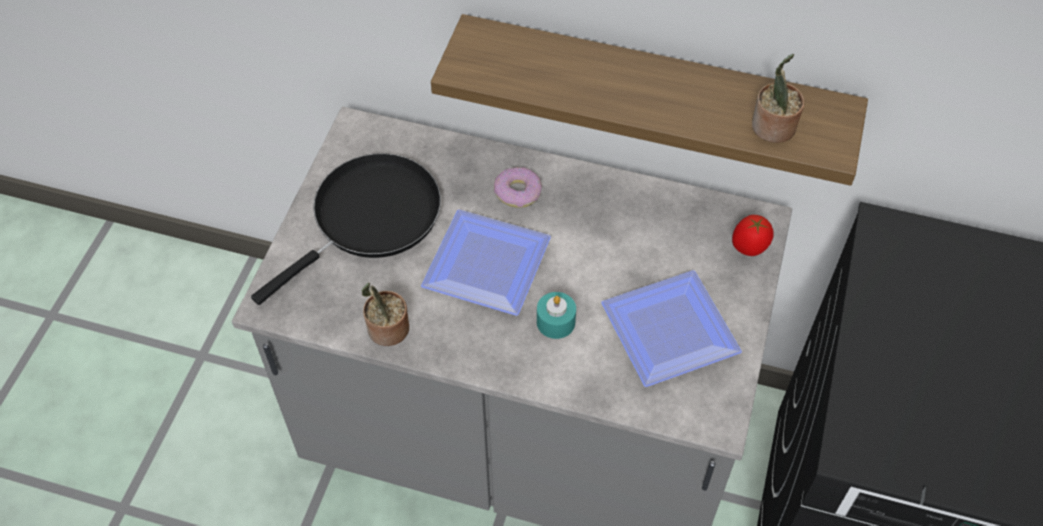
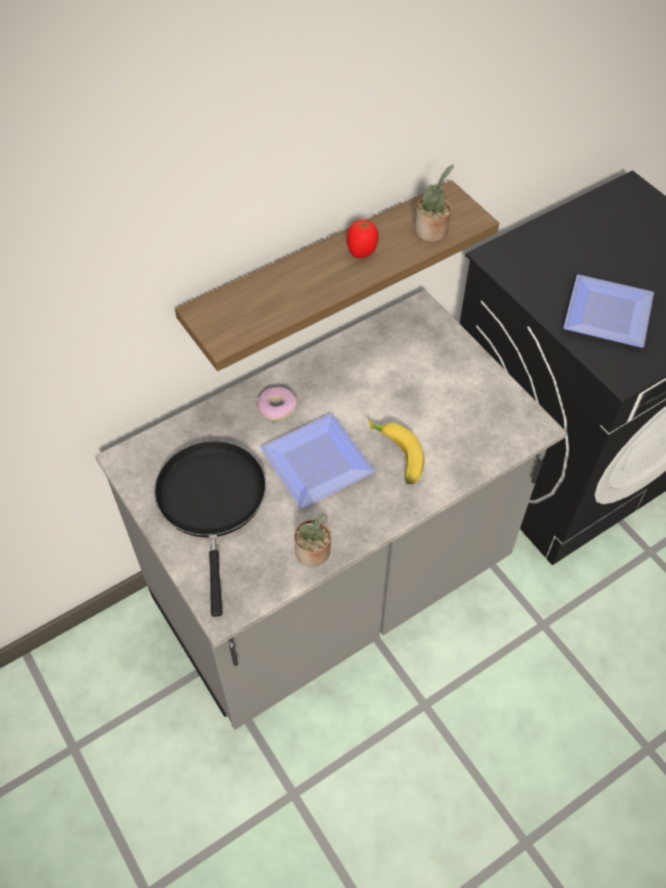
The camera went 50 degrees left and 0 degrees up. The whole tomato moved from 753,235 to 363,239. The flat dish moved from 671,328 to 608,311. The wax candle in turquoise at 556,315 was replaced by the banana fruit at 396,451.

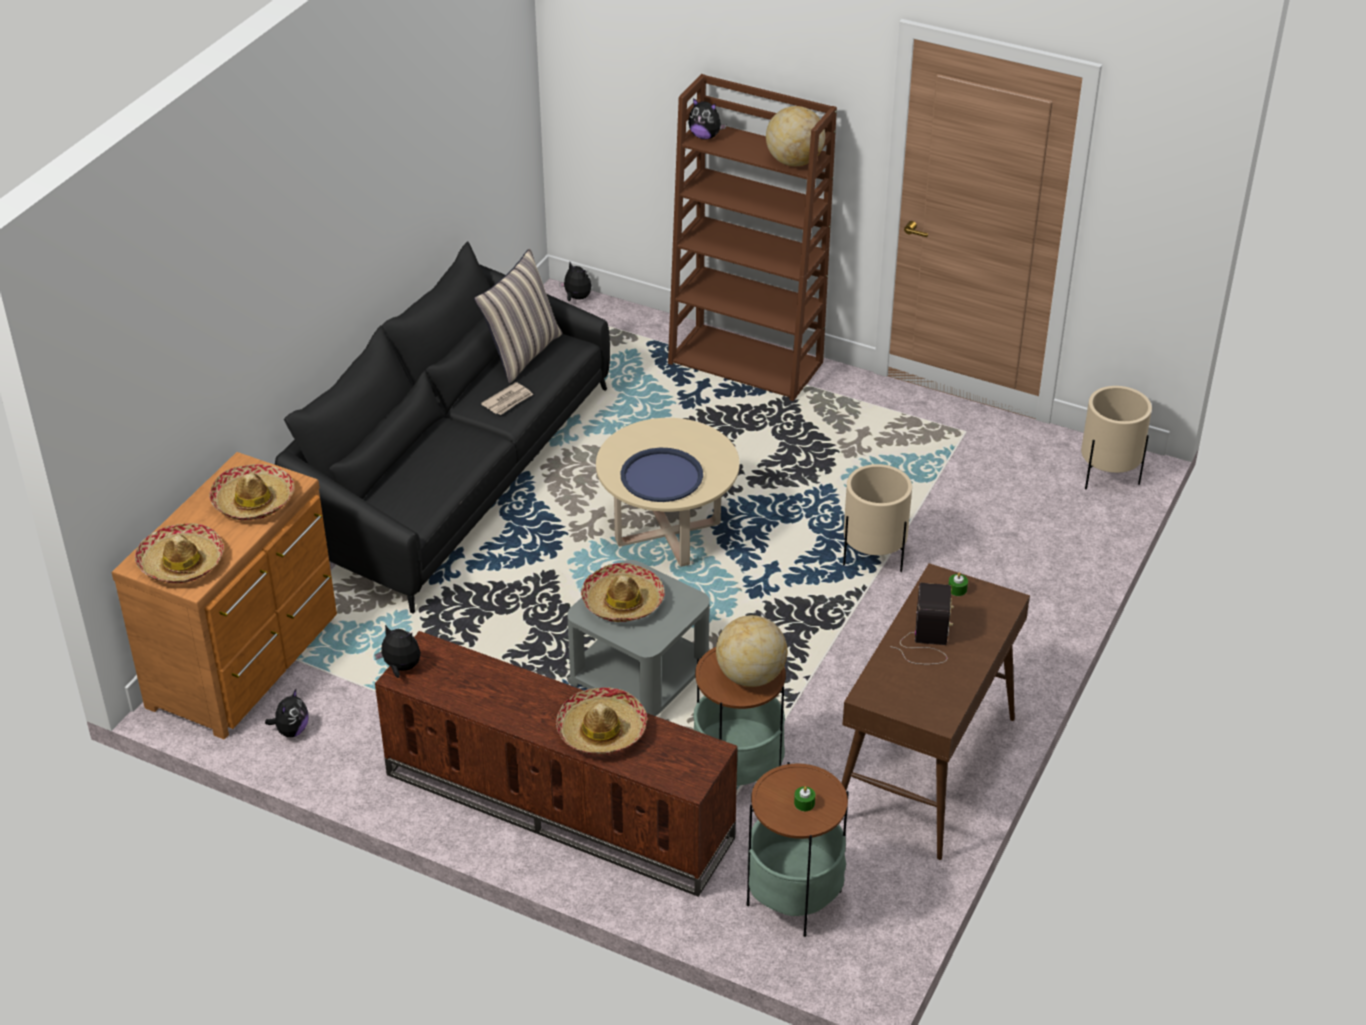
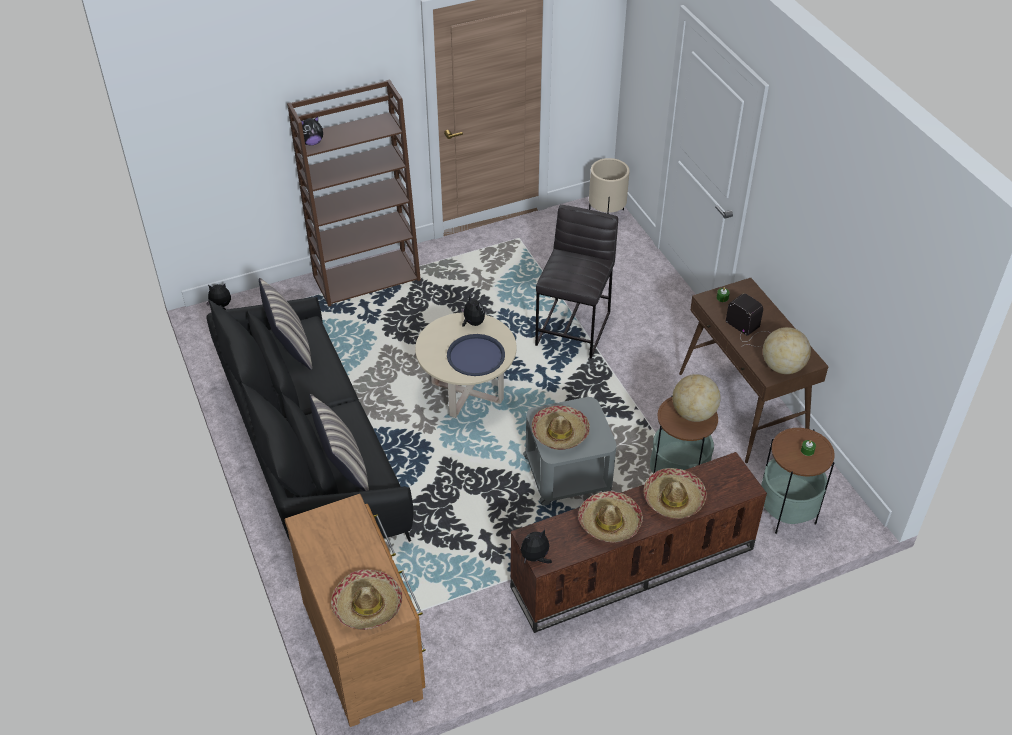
The camera went 50 degrees left and 5 degrees up. The desk globe moved from 795,136 to 787,350. The newspaper at 507,398 disappeared. The clothing hat moved from 251,492 to 610,516. The planter in sand-coloured at 877,518 was replaced by the sitting stool in greyish at 576,282. The cuddly toy moved from 286,713 to 473,311. The cushion at 339,442 appeared.

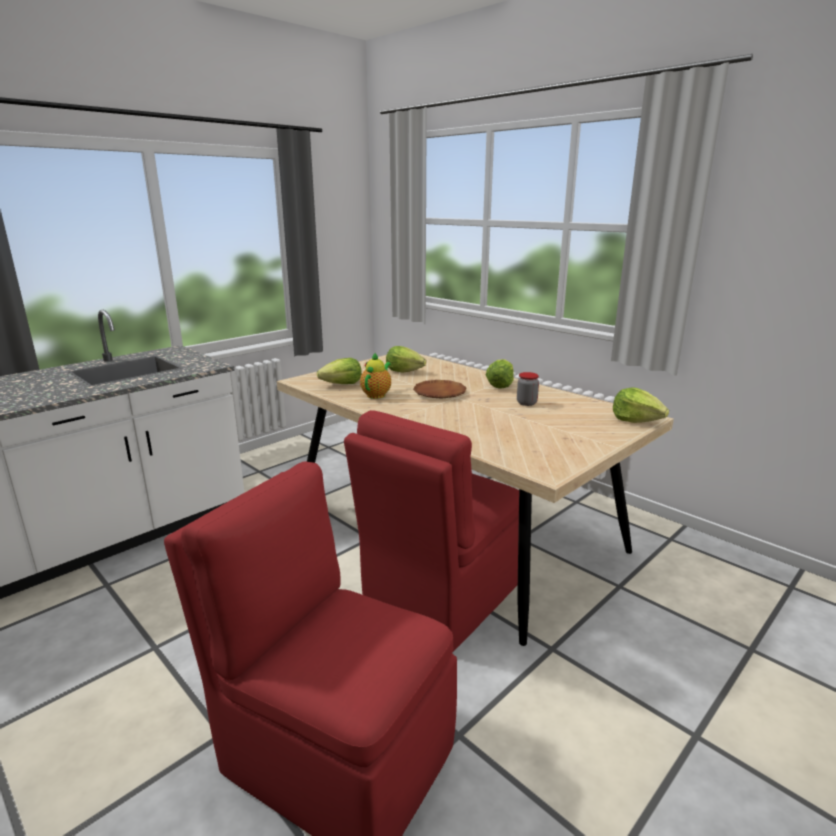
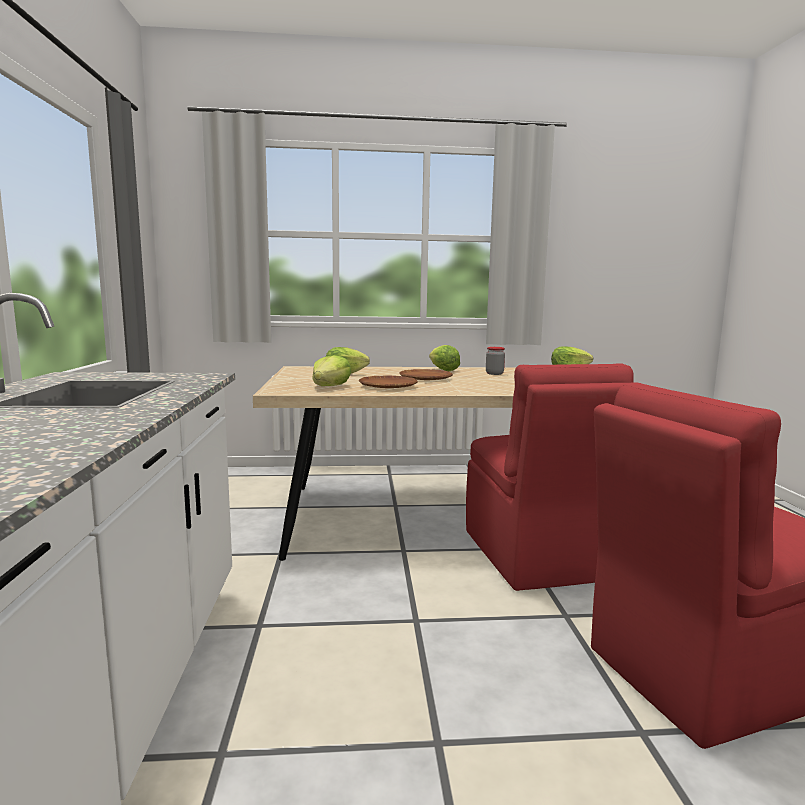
The camera went 50 degrees left and 10 degrees down. The teapot at 375,375 was replaced by the flat dish in brown at 388,381.

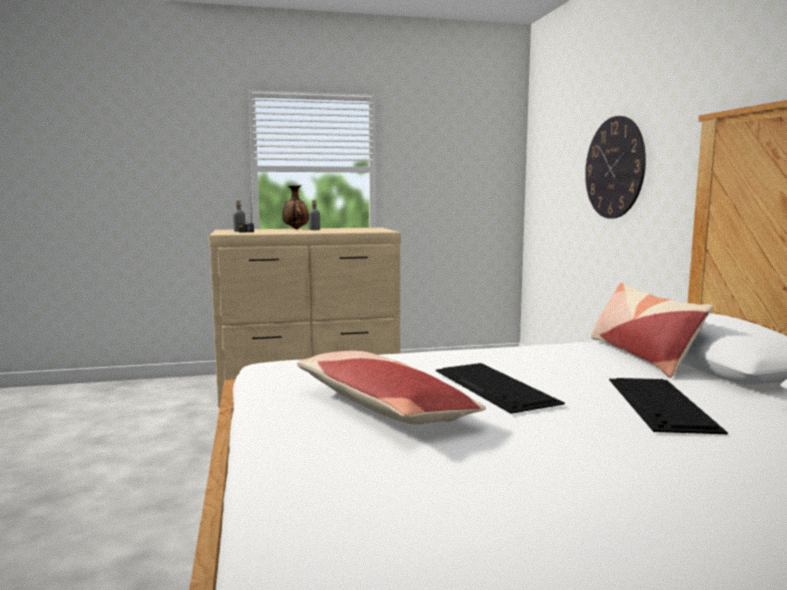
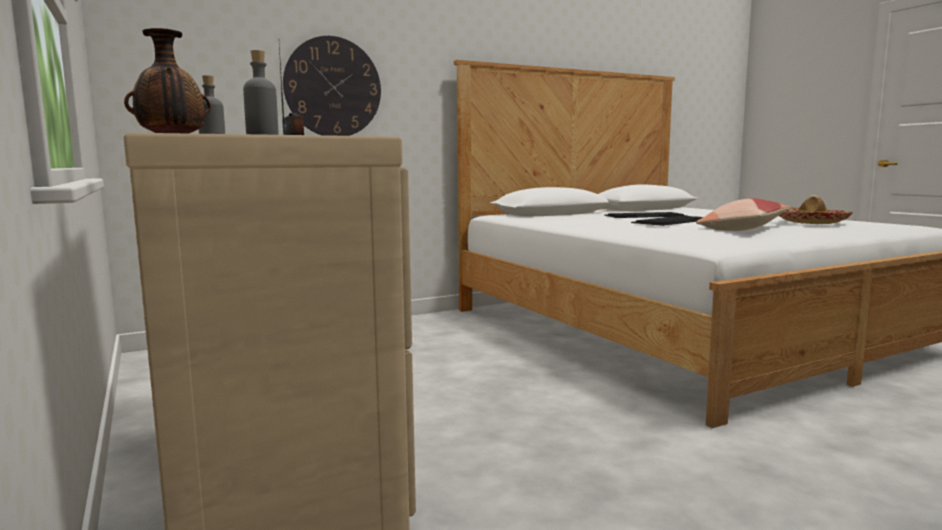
The camera went 105 degrees left and 0 degrees up. The cushion at 652,330 disappeared. The clothing hat at 816,209 appeared.

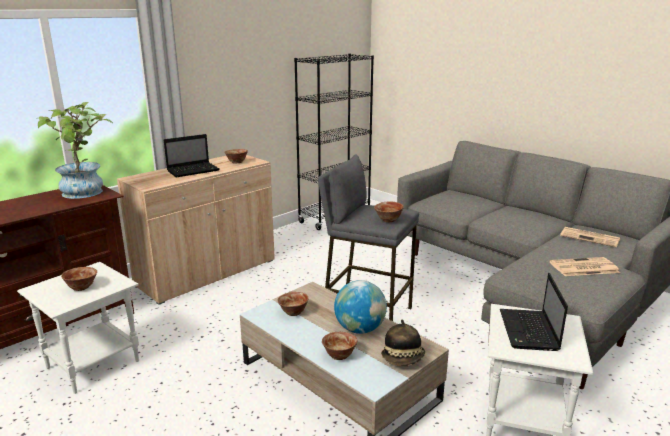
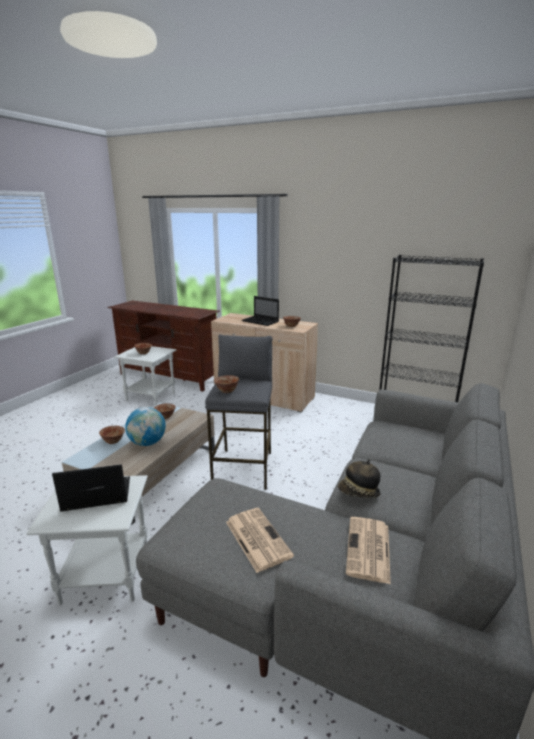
The camera went 70 degrees right and 0 degrees up. The houseplant at 75,150 disappeared. The clothing hat moved from 403,343 to 359,478.

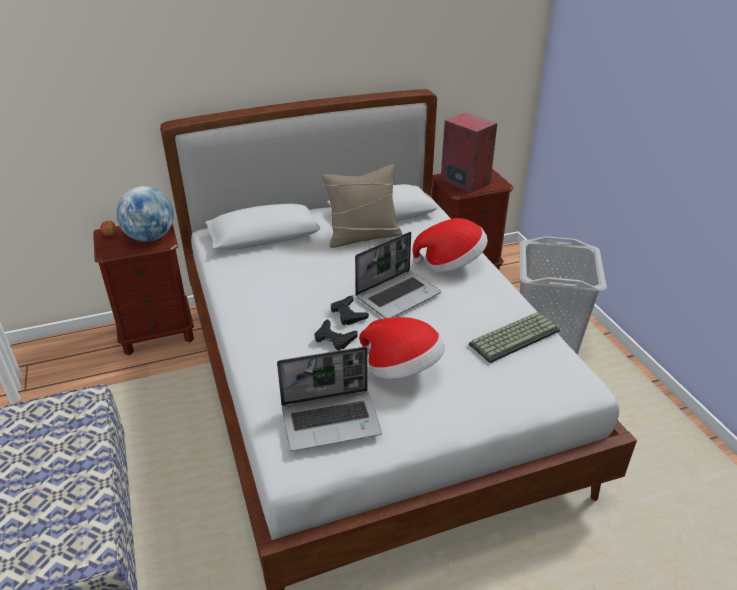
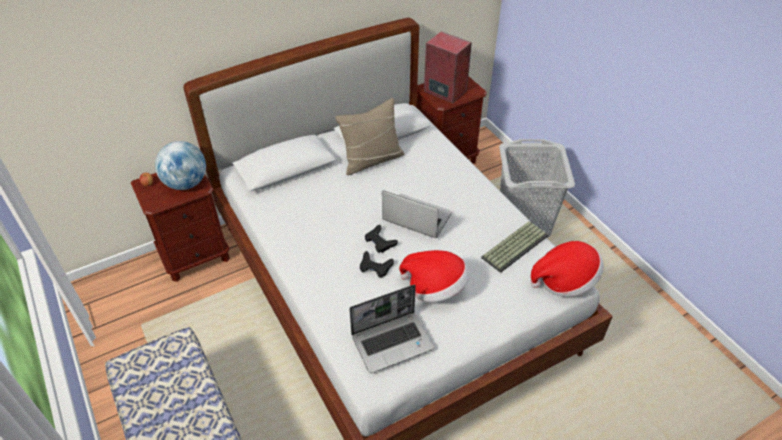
The camera went 10 degrees left and 10 degrees up. The clothing hat moved from 450,245 to 567,269. The notebook computer at 398,275 turned 105 degrees counterclockwise.

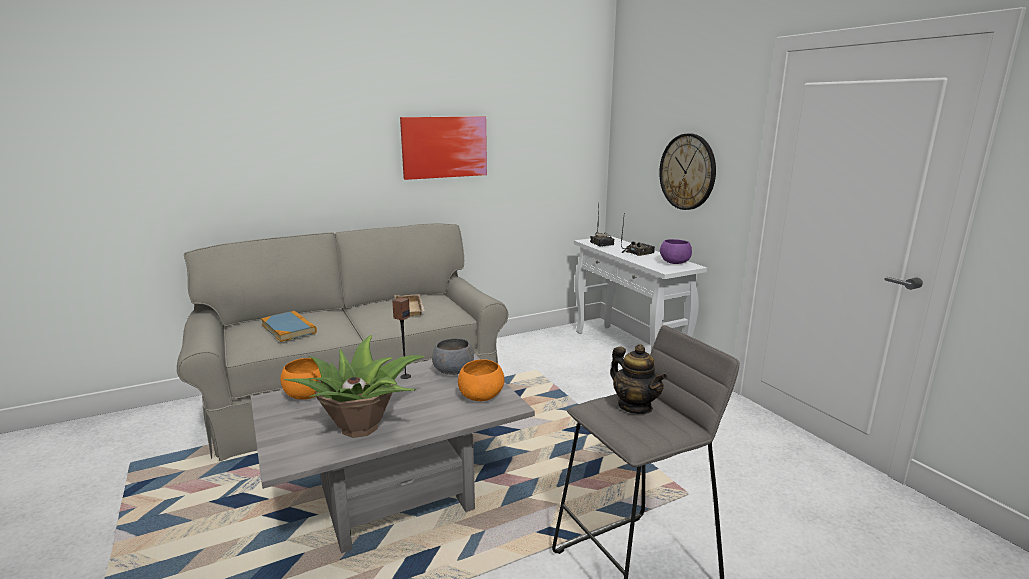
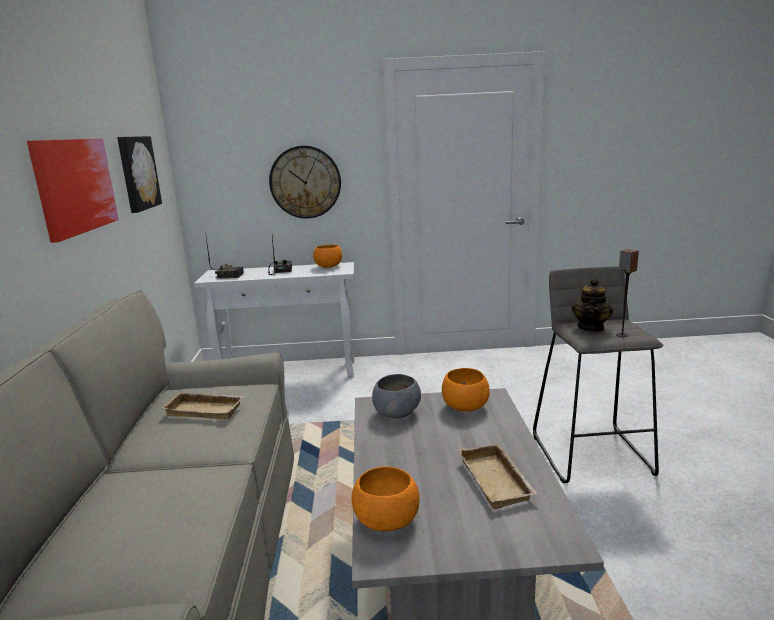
The camera went 65 degrees left and 0 degrees up. The deep dish in purplish at 676,251 became the deep dish in orange-coloured at 327,256. The speaker moved from 401,338 to 627,293. The bound book at 289,326 disappeared. The houseplant at 354,386 was replaced by the carrying tray in sand-coloured at 498,476. The teapot at 638,379 turned 120 degrees clockwise. The wall art at 139,174 appeared.

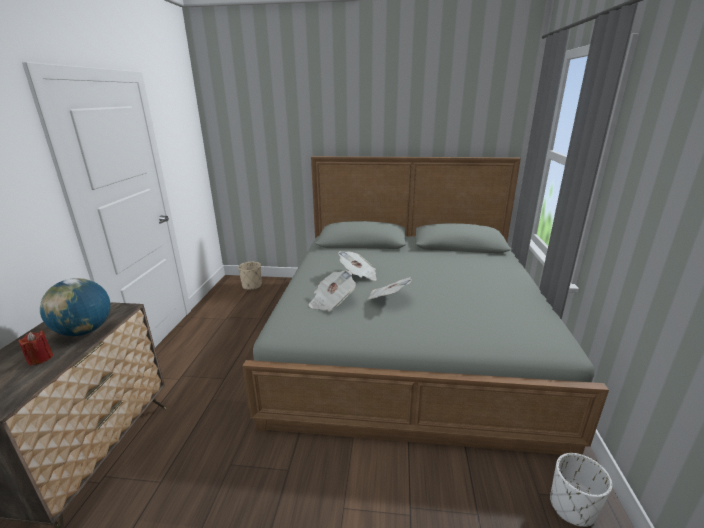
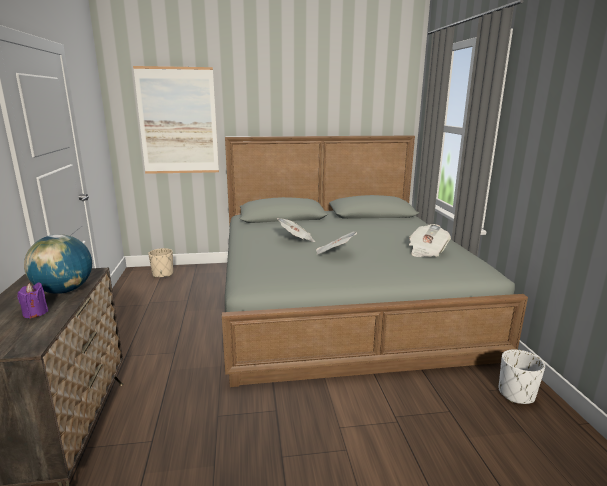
The camera went 15 degrees left and 5 degrees down. The newspaper moved from 332,291 to 430,240. The wax candle in red at 35,348 became the wax candle in purplish at 33,301. The wall art at 176,120 appeared.

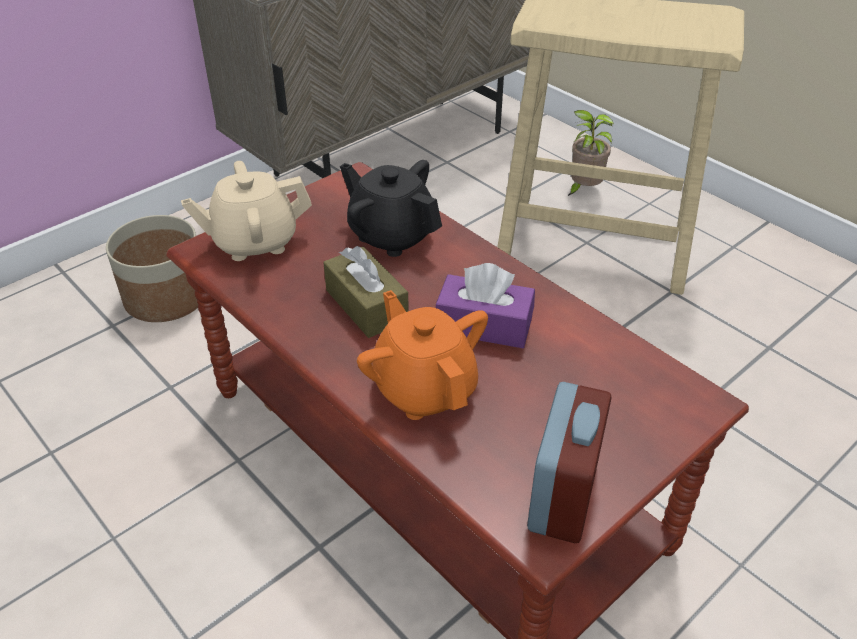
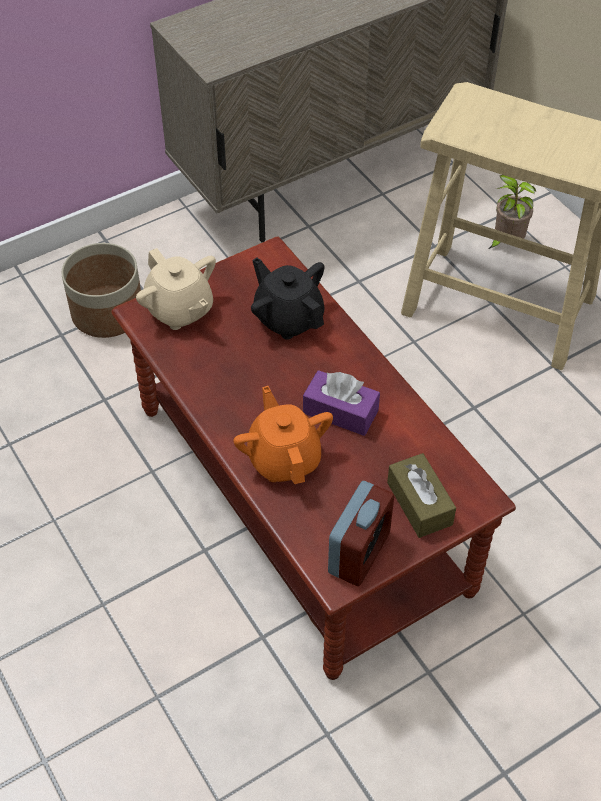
The camera went 10 degrees right and 10 degrees up. The teapot in sand-coloured at 246,211 turned 120 degrees counterclockwise. The box of tissues in brown moved from 366,292 to 421,495.

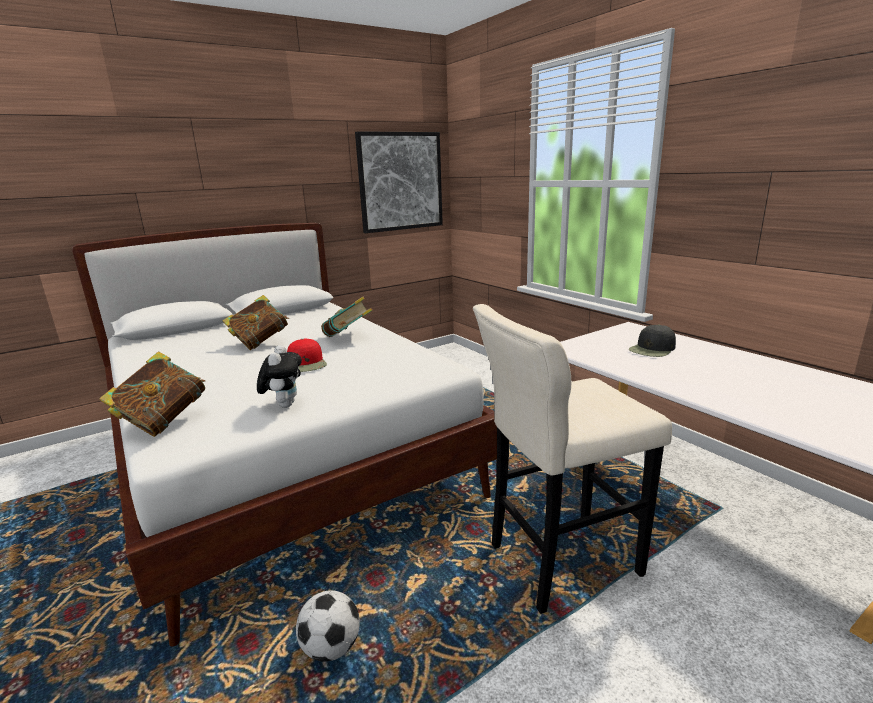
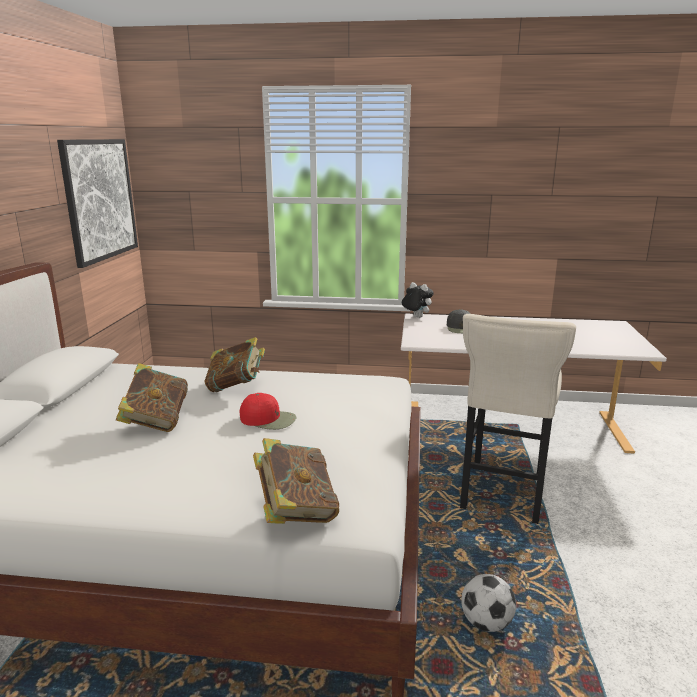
The camera went 50 degrees left and 0 degrees up. The cuddly toy moved from 279,376 to 418,300.

